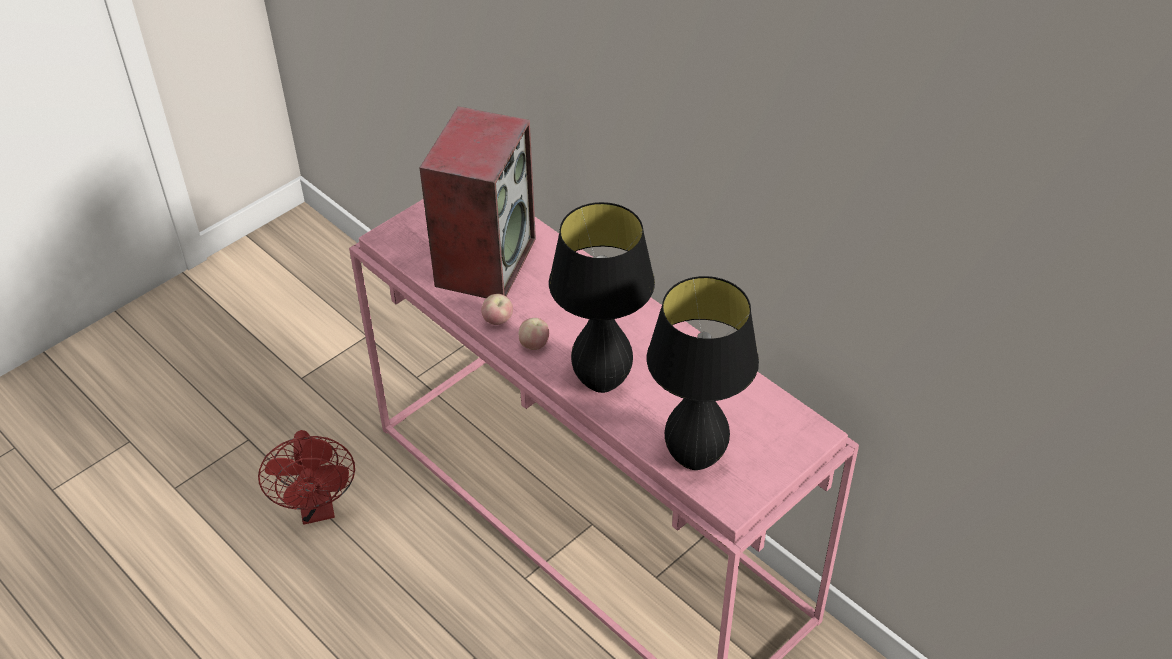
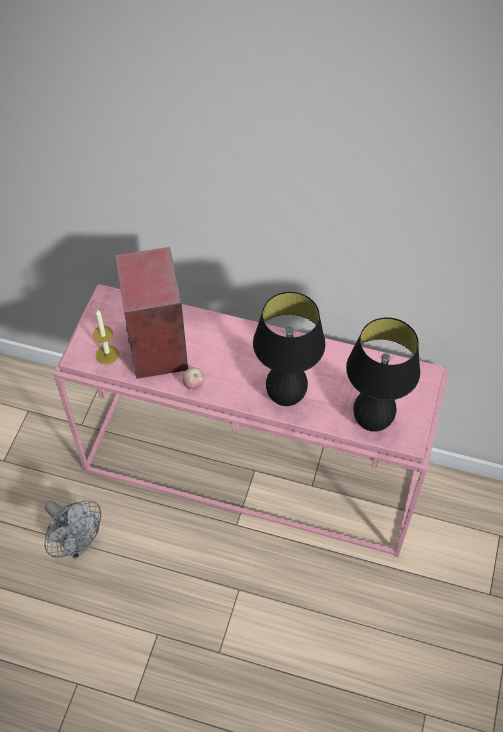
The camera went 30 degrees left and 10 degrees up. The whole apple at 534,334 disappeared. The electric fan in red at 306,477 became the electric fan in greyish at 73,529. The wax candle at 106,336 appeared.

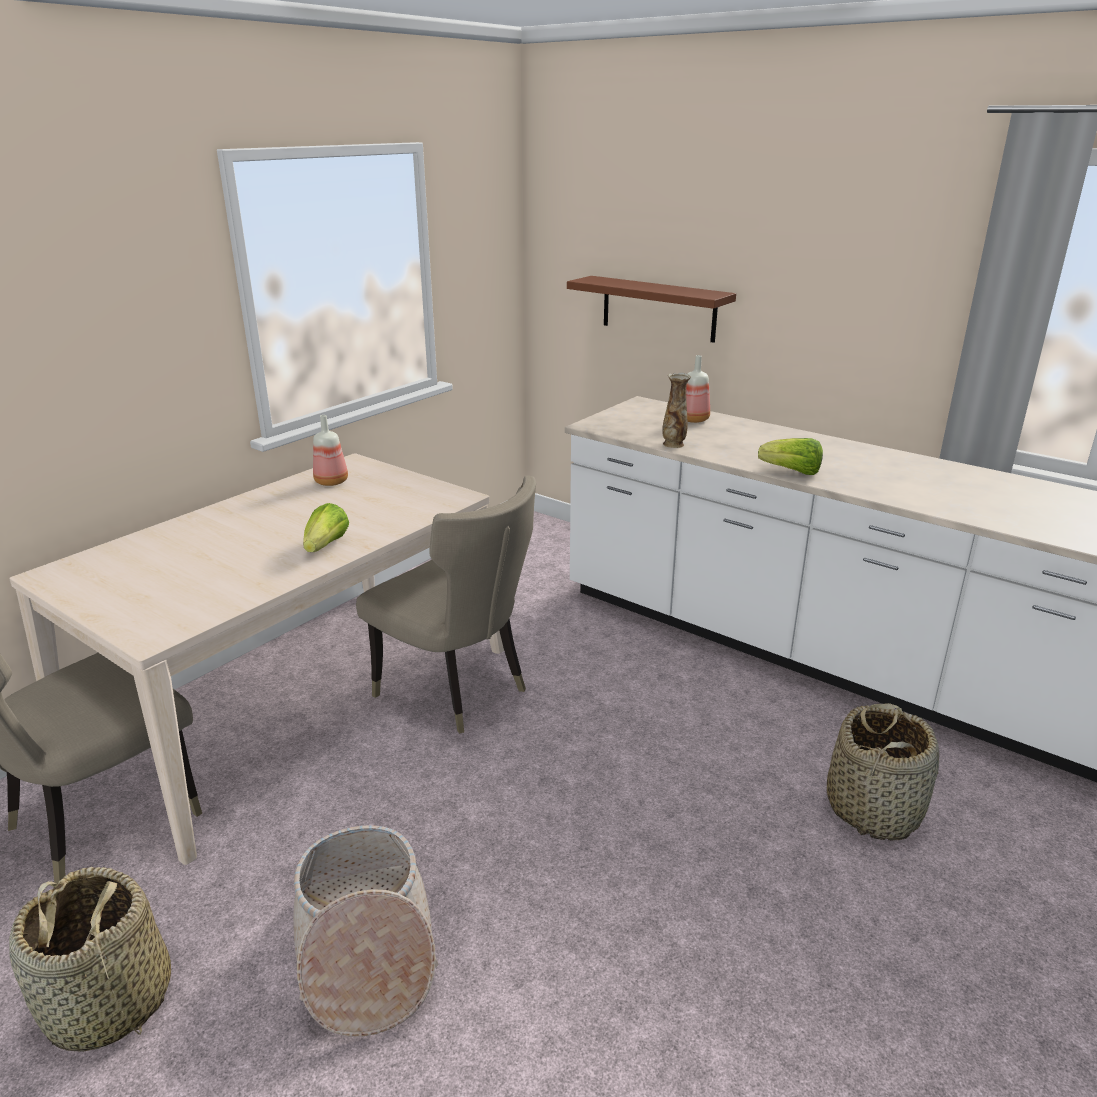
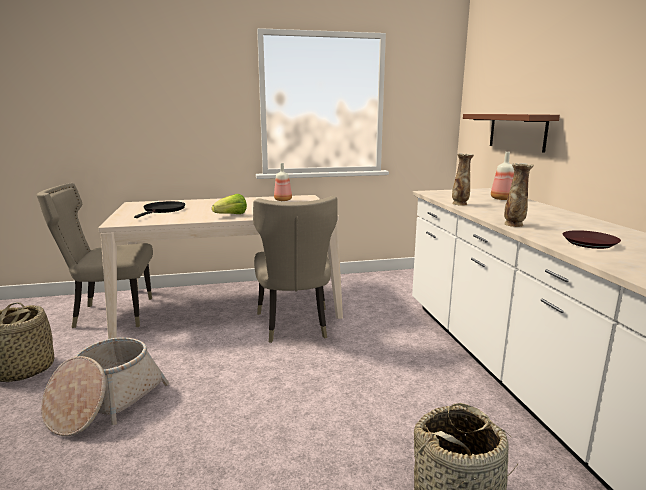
The camera went 40 degrees right and 10 degrees down. The lettuce head at 790,456 was replaced by the vase at 519,195. The pan in black at 159,209 appeared. The flat dish in brown at 591,239 appeared.

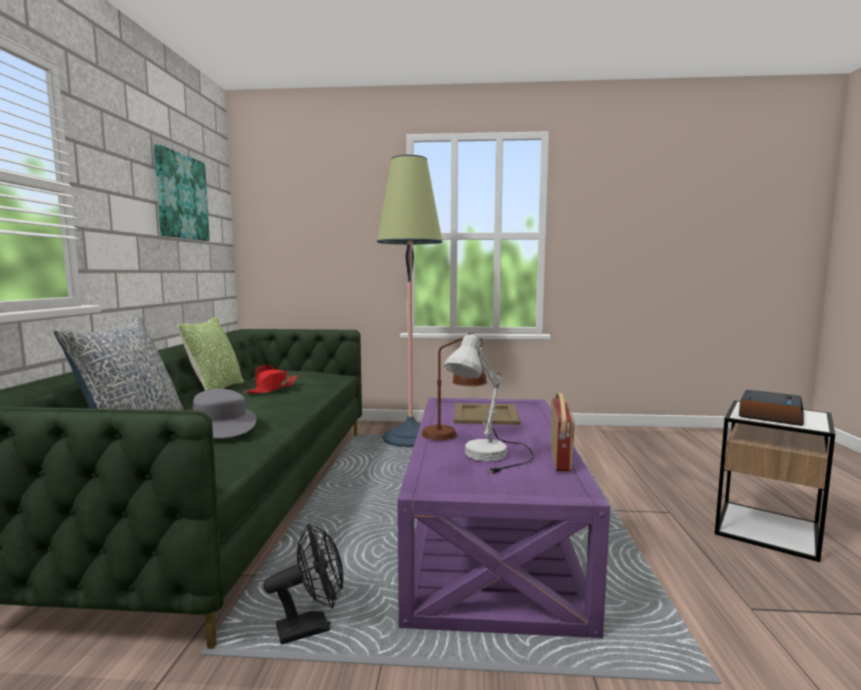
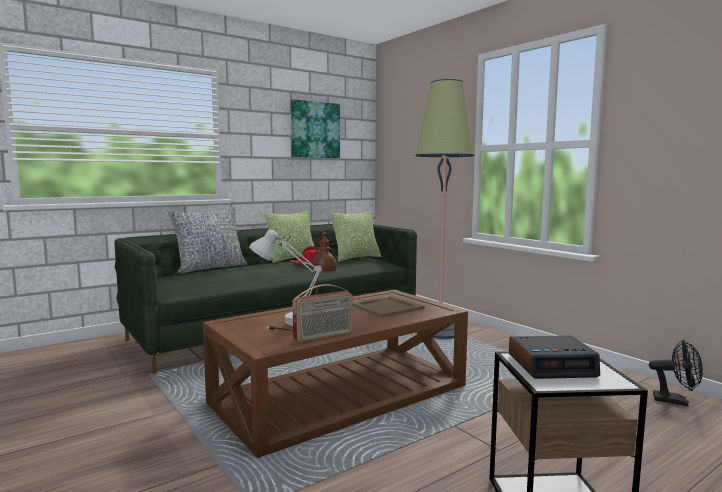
The camera went 50 degrees right and 0 degrees up. The clothing hat in greyish at 224,414 disappeared. The low table in purplish at 503,518 became the low table in brown at 335,374. The electric fan in black moved from 303,584 to 676,372. The cushion at 355,236 appeared.

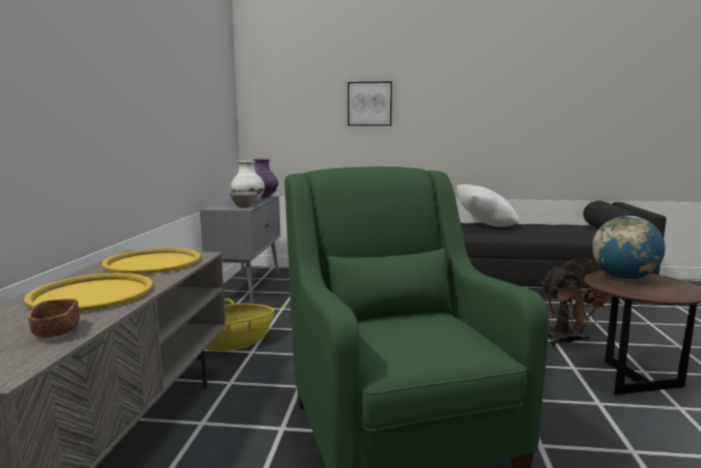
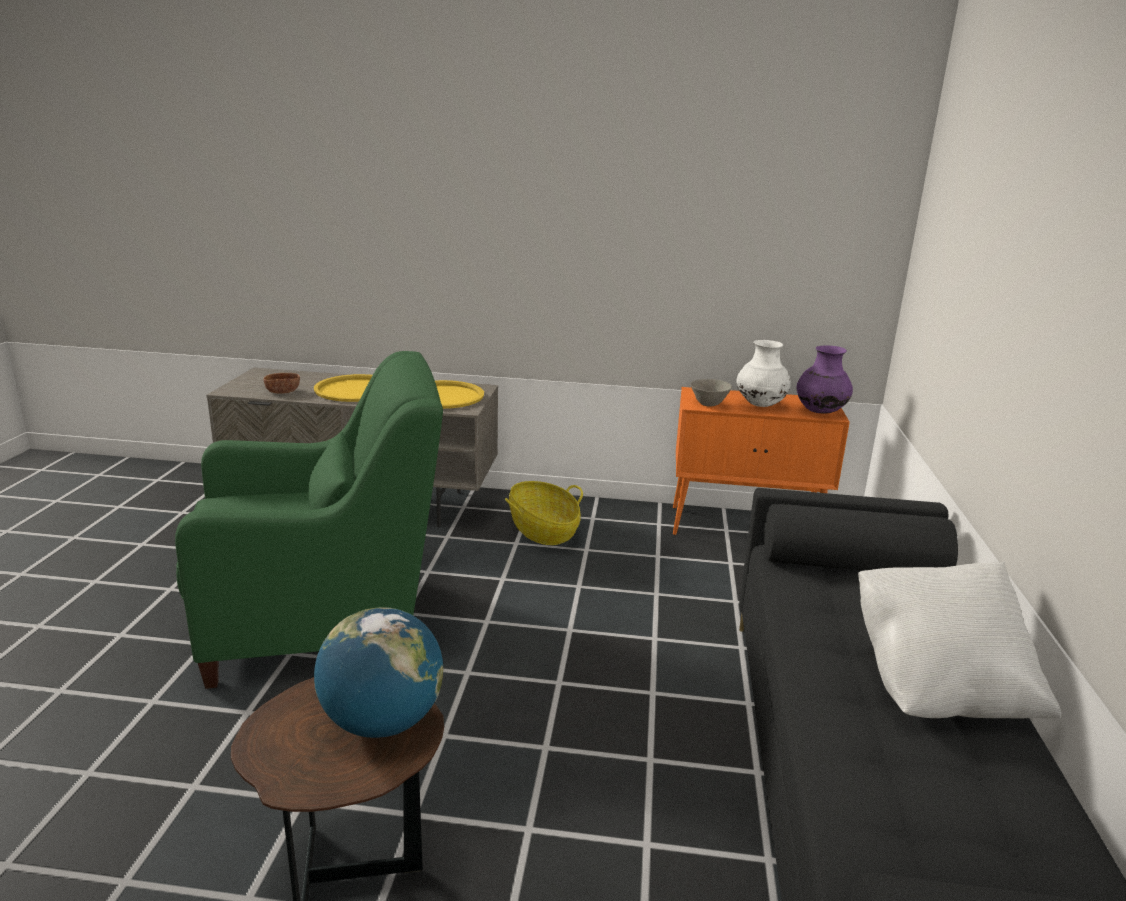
The camera went 90 degrees right and 10 degrees up. The wall art at 370,104 disappeared. The cabinet in greyish at 240,250 became the cabinet in orange-coloured at 761,461. The electric fan in brown at 575,302 disappeared.

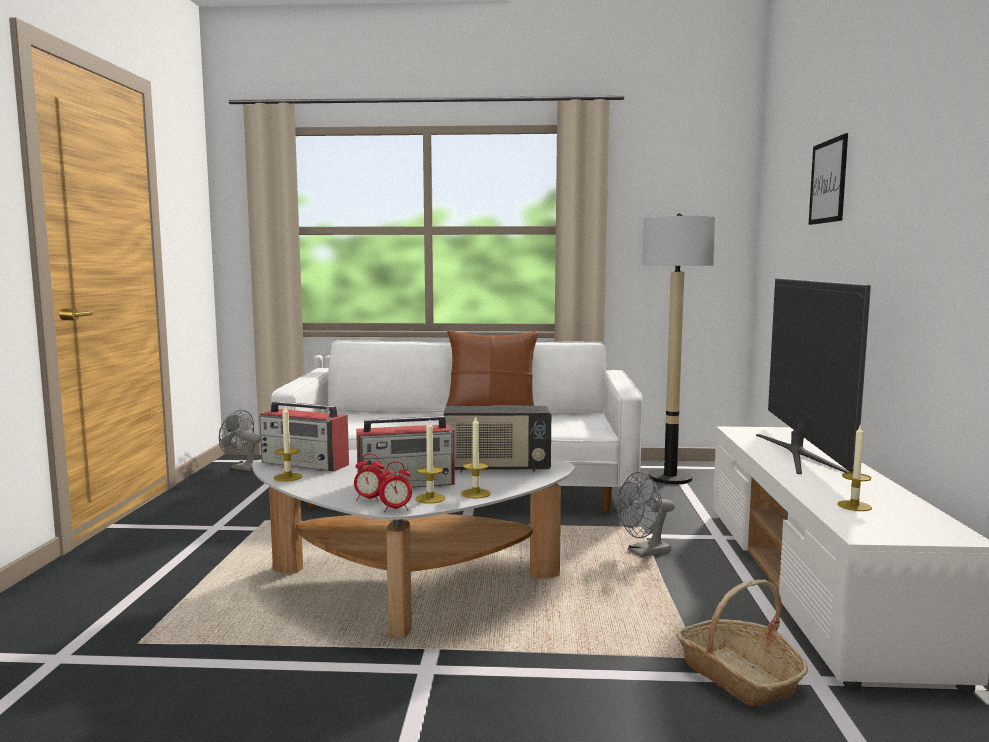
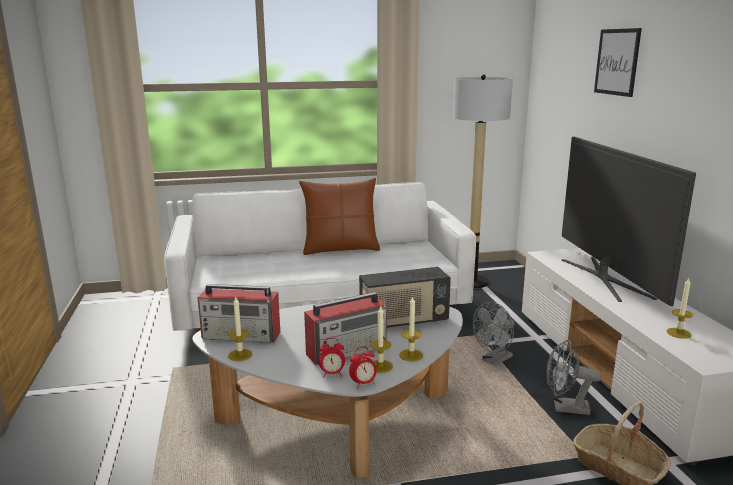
The camera went 15 degrees left and 10 degrees up. The electric fan in greyish moved from 240,440 to 574,377.

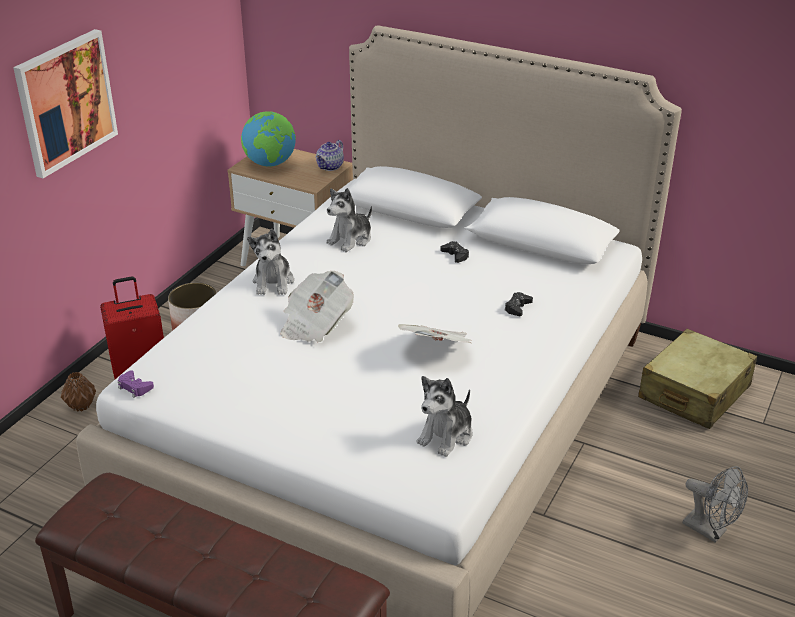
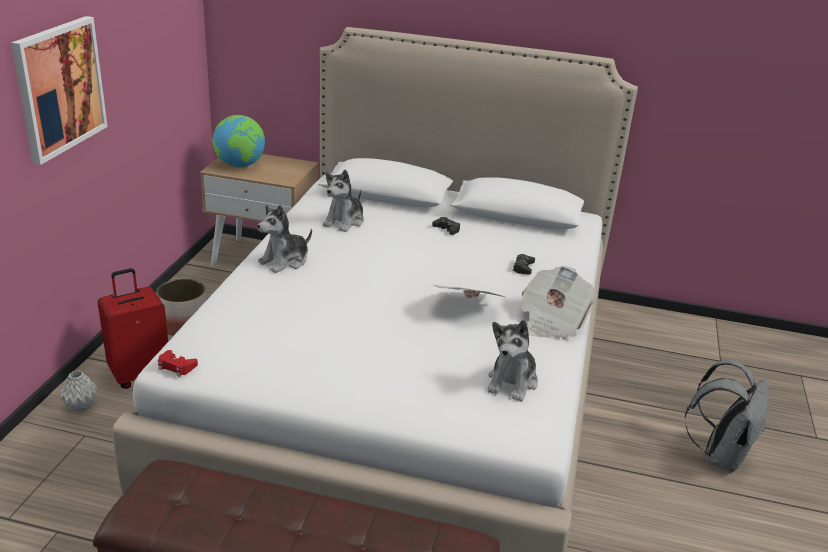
The camera went 15 degrees left and 5 degrees down. The teapot at 330,155 disappeared. The cuddly toy at 270,262 turned 60 degrees clockwise. The newspaper moved from 317,306 to 558,301. The suitcase in sand-coloured at 697,379 disappeared. The gamepad in purplish at 136,384 became the gamepad in red at 178,363. The vase in brown at 78,392 became the vase in greyish at 79,391. The electric fan in greyish at 715,504 was replaced by the backpack in greyish at 727,416.

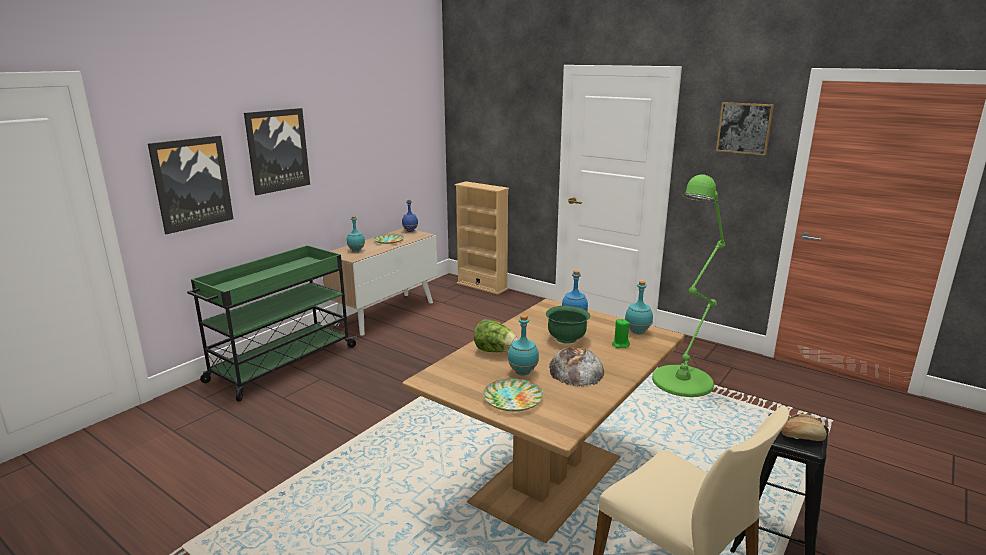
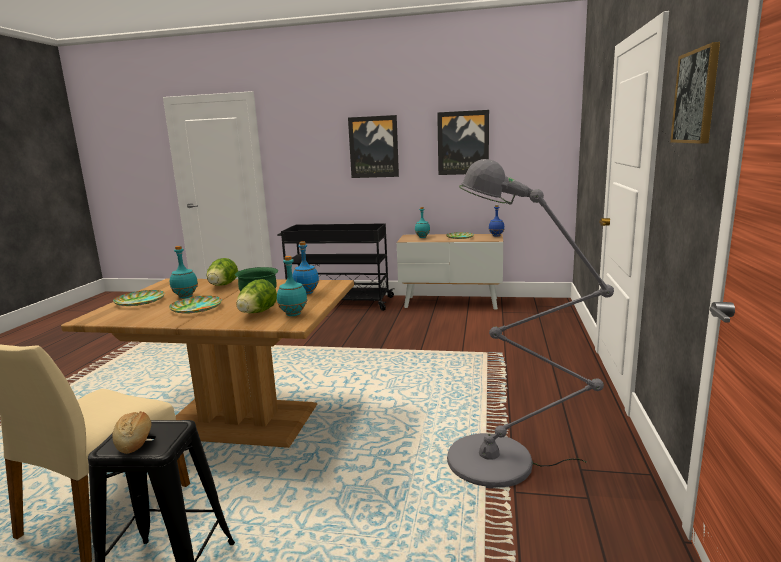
The camera went 65 degrees right and 5 degrees down. The wall art moved from 190,185 to 463,142. The standing lamp in greenish at 688,285 became the standing lamp in greyish at 530,323. The bookshelf in sand-coloured at 482,238 disappeared. The trolley in greenish at 272,323 became the trolley in black at 335,267. The wax candle in greenish at 621,333 was replaced by the lettuce head at 256,296. The baked bread at 576,367 was replaced by the flat dish at 195,304.

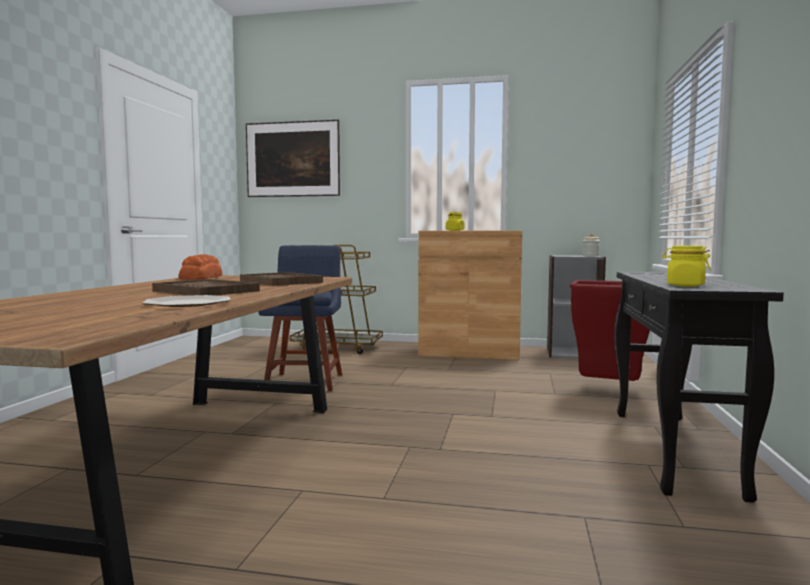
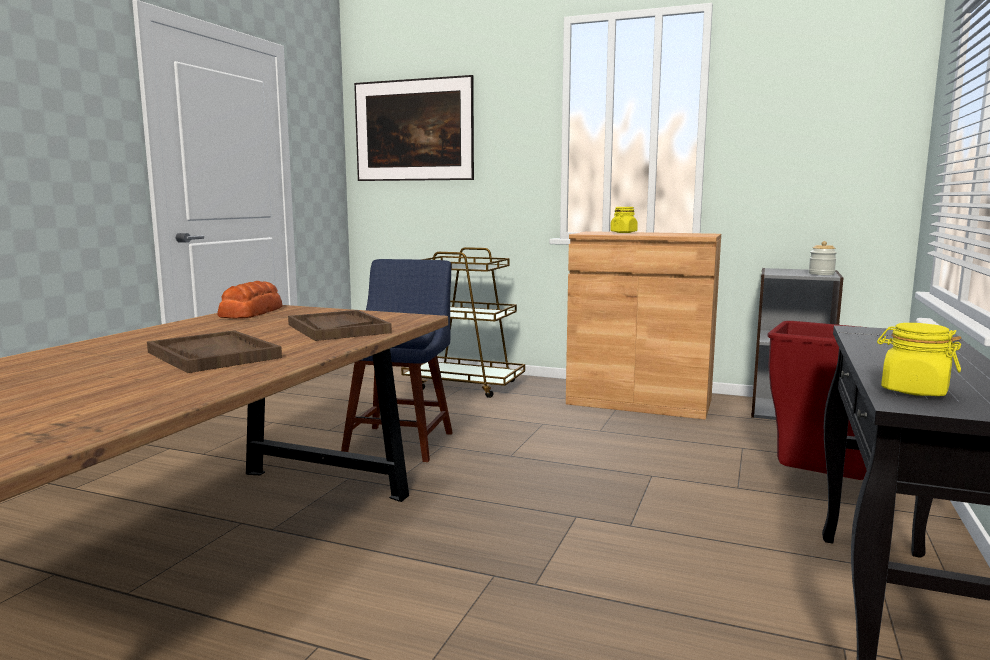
The camera went 10 degrees right and 5 degrees up. The flat dish at 186,301 disappeared.

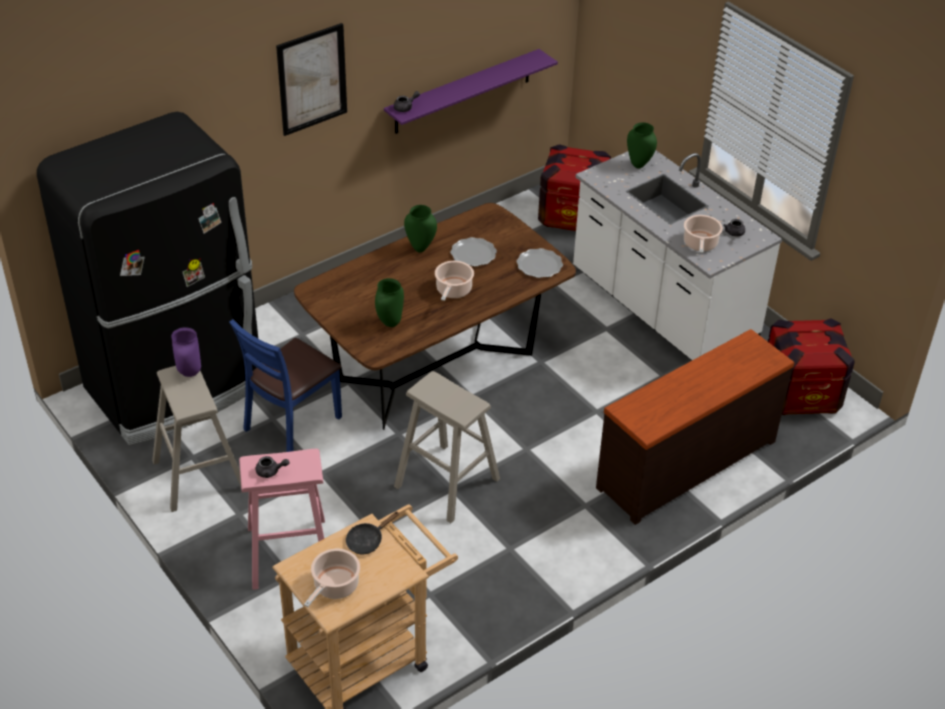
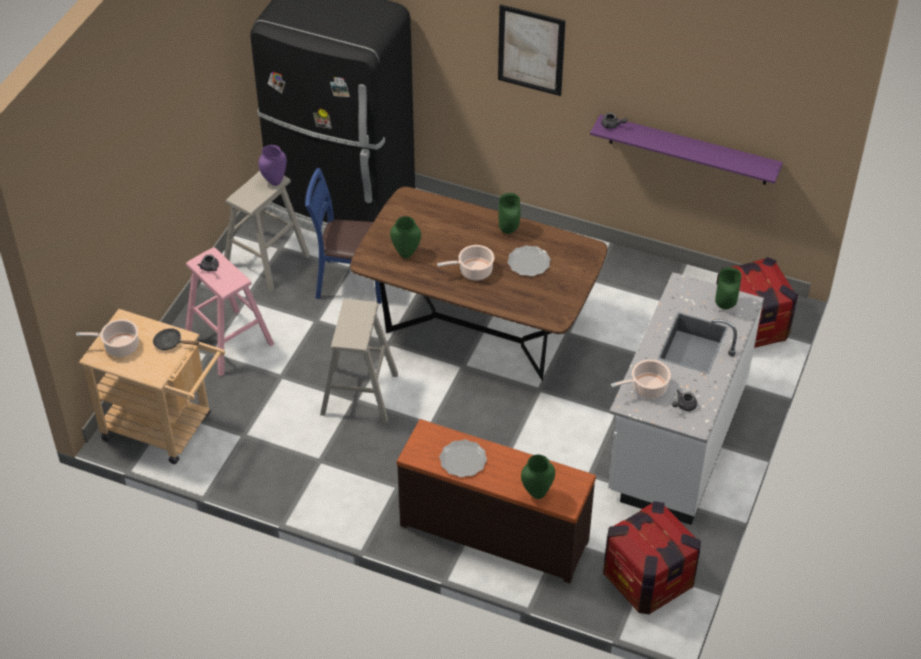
The camera went 60 degrees right and 5 degrees up. The flat dish moved from 539,263 to 463,458. The vase in greenish at 538,477 appeared.

